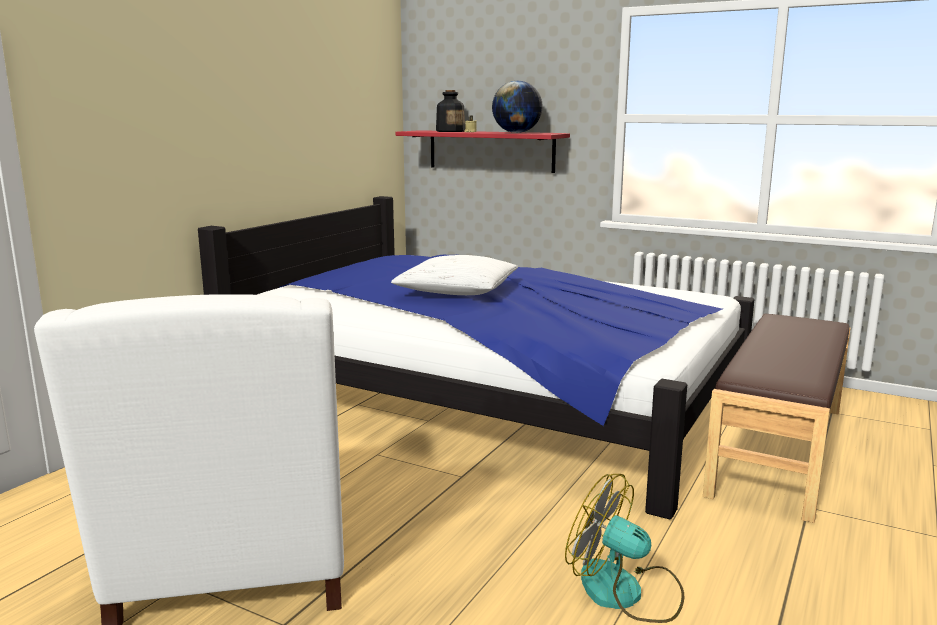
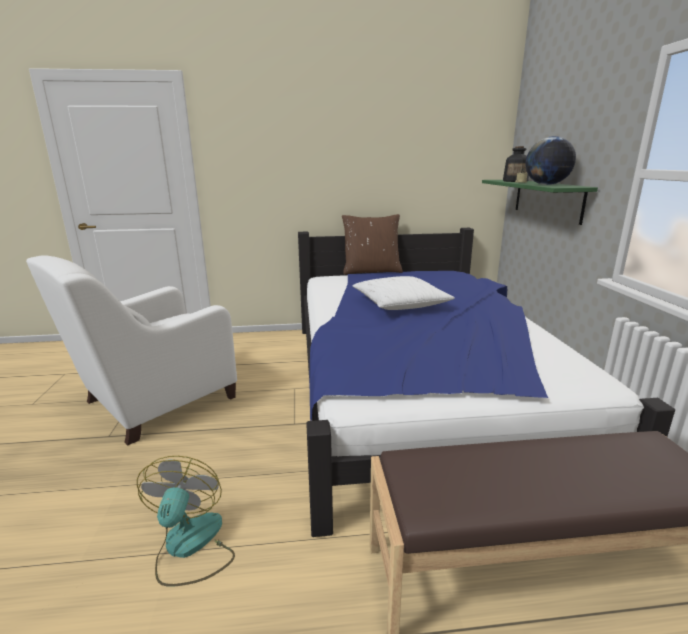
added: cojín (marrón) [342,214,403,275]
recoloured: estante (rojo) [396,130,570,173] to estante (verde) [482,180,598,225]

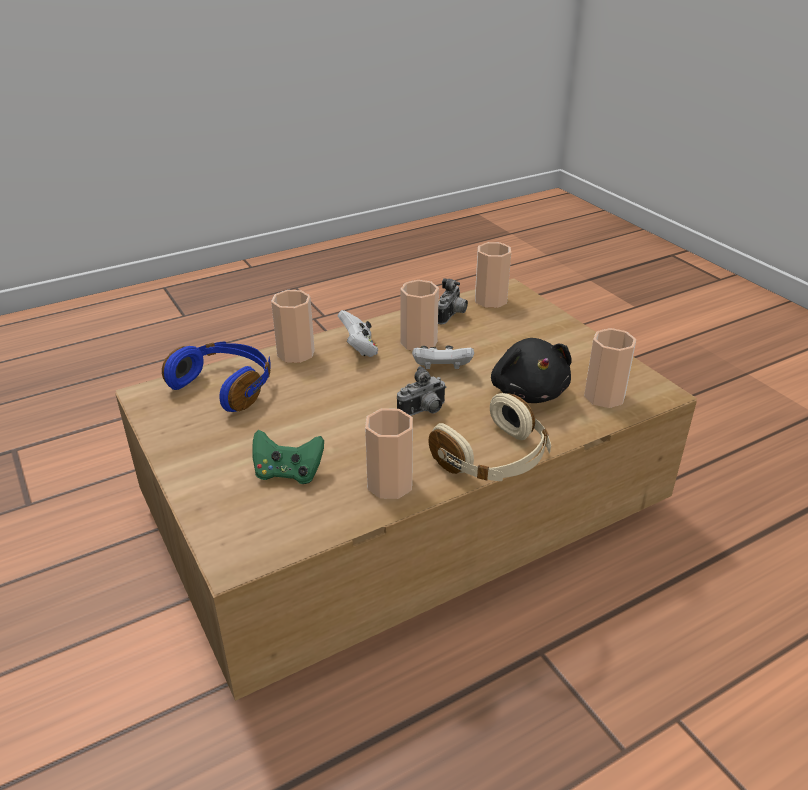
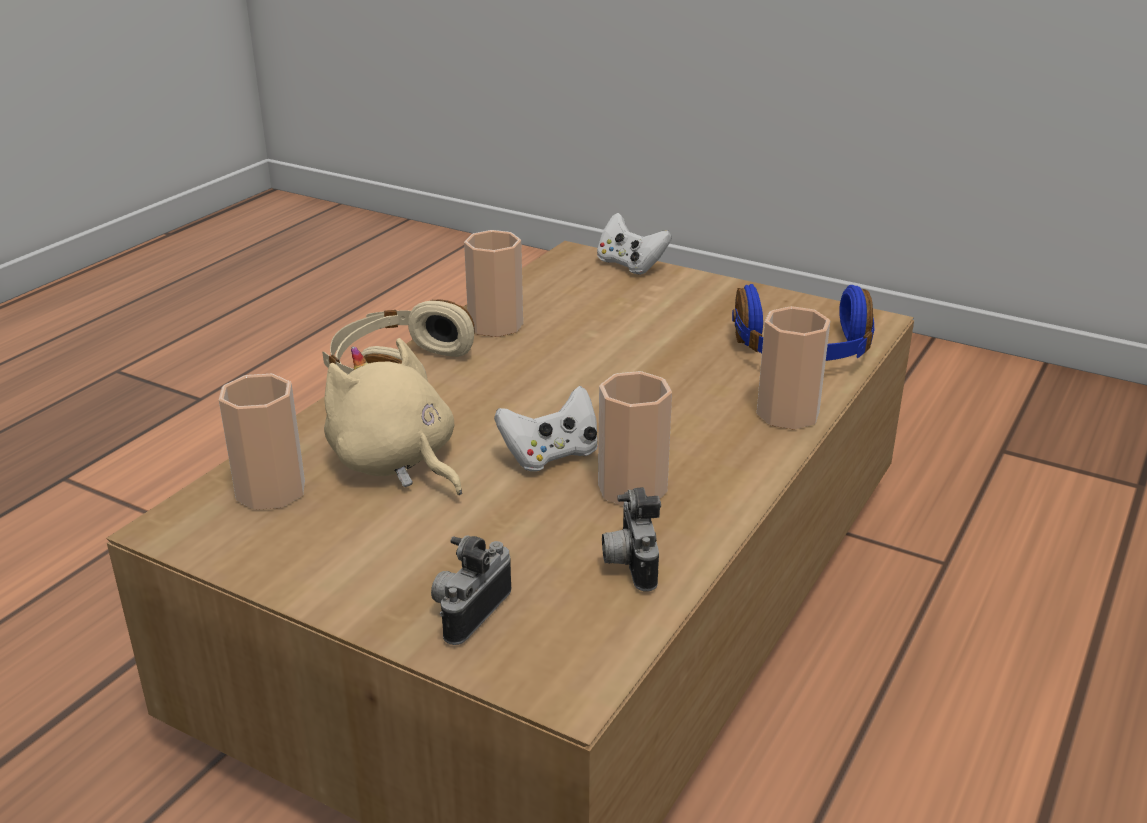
removed: mando de consola (verde) [252,430,324,484]; taza [475,242,511,308]
moved: mando de consola (blanco) [338,310,378,357] to [597,213,672,275]; cámara [397,366,447,416] to [431,535,511,645]
recoloured: peluche (negro) [491,338,572,403] to peluche (beis) [324,338,462,495]

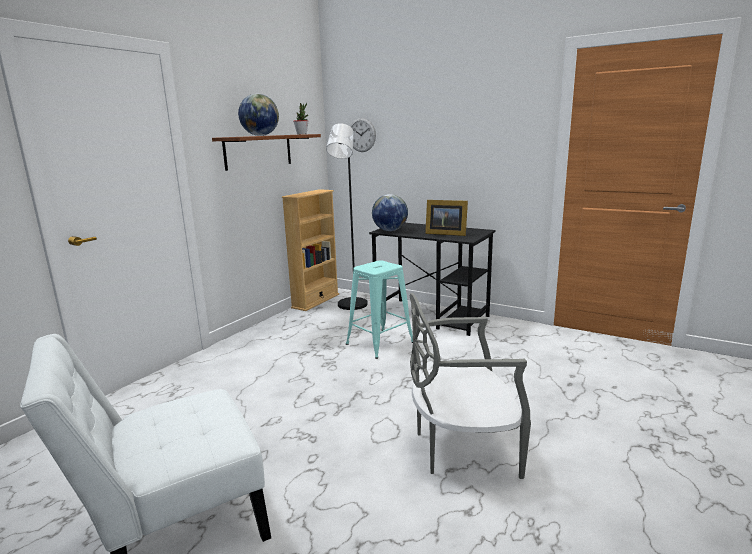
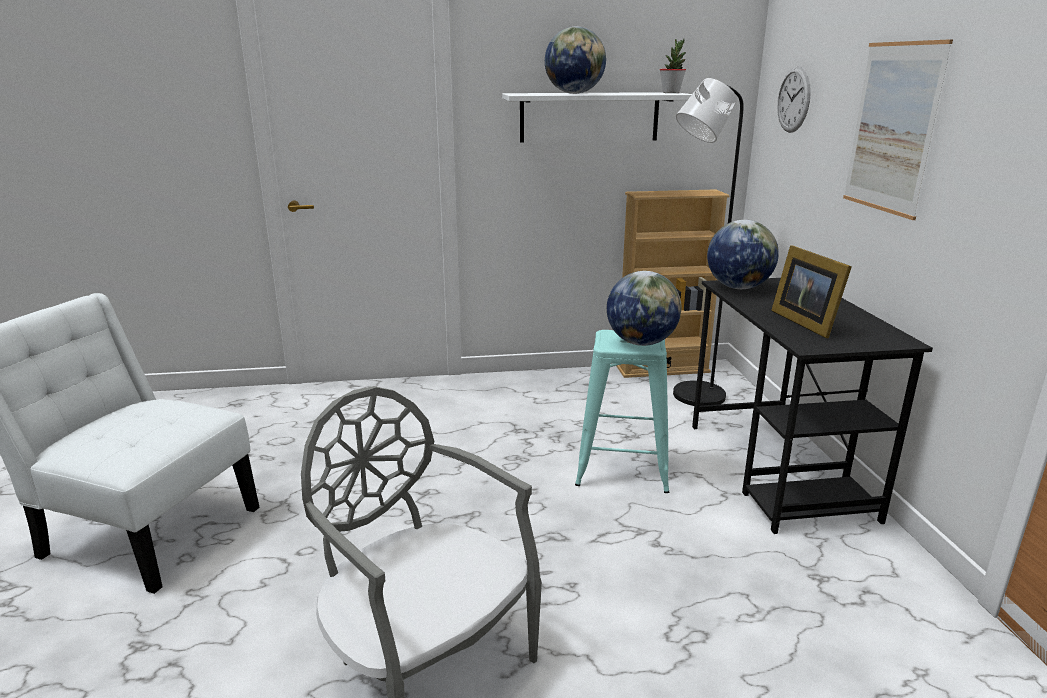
added: globo terráqueo [607,271,681,346]; cuadro [843,39,953,220]
recoloured: estante (marrón) [212,134,321,171] to estante (blanco) [502,92,692,142]

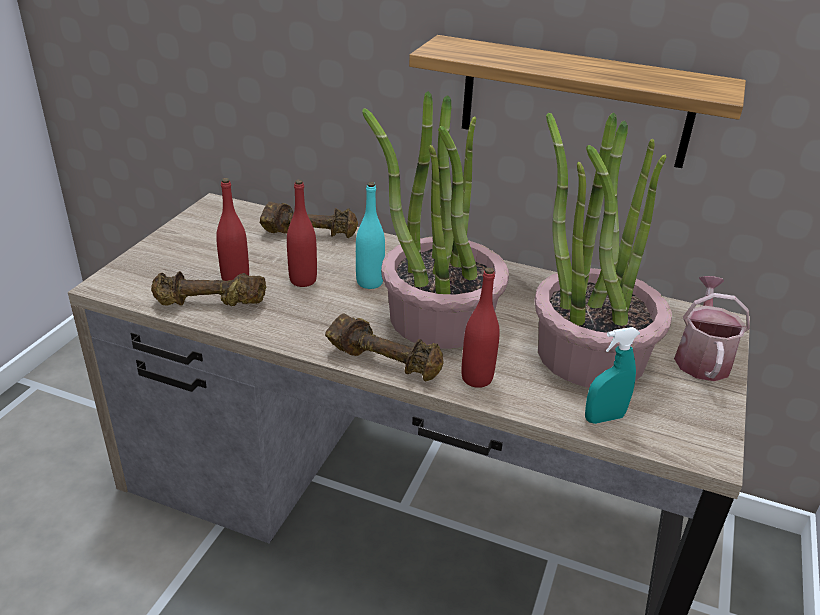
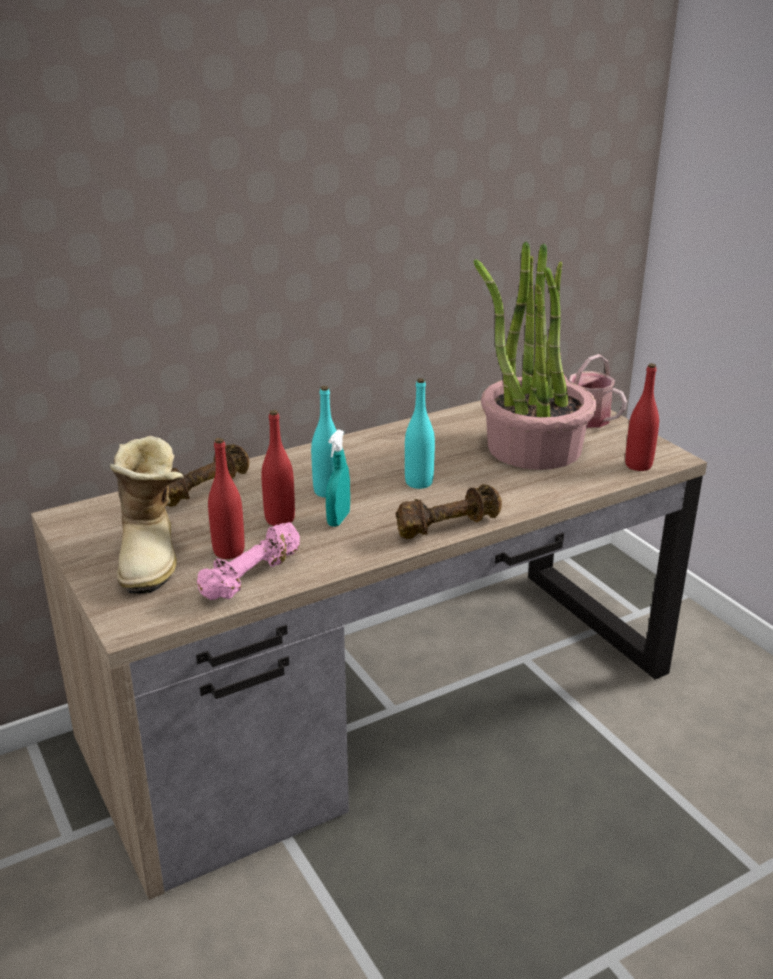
removed: estante [409,35,746,168]
added: bota [110,436,183,594]
moved: botella (rojo) [461,267,500,388] to [625,363,659,471]; pulverizador (turquesa) [585,327,640,424] to [326,429,350,527]
replaced: planta en maceta [362,91,509,349] to botella (turquesa) [405,378,435,489]
recoloured: mancuerna (marrón) [151,271,266,306] to mancuerna (rosa) [197,522,300,600]

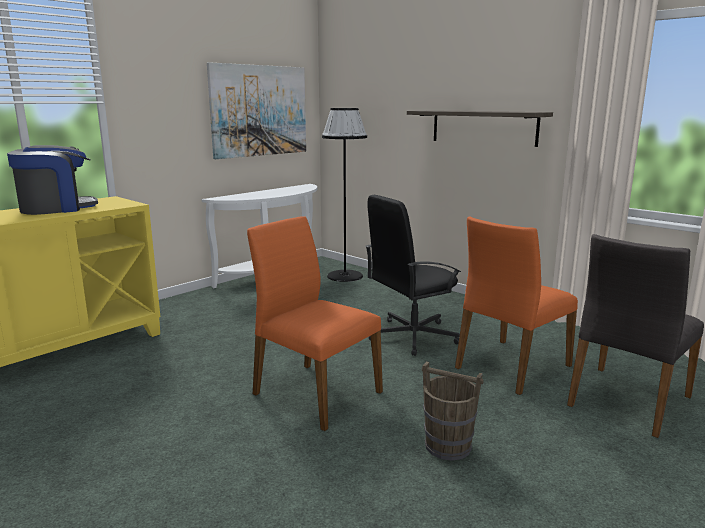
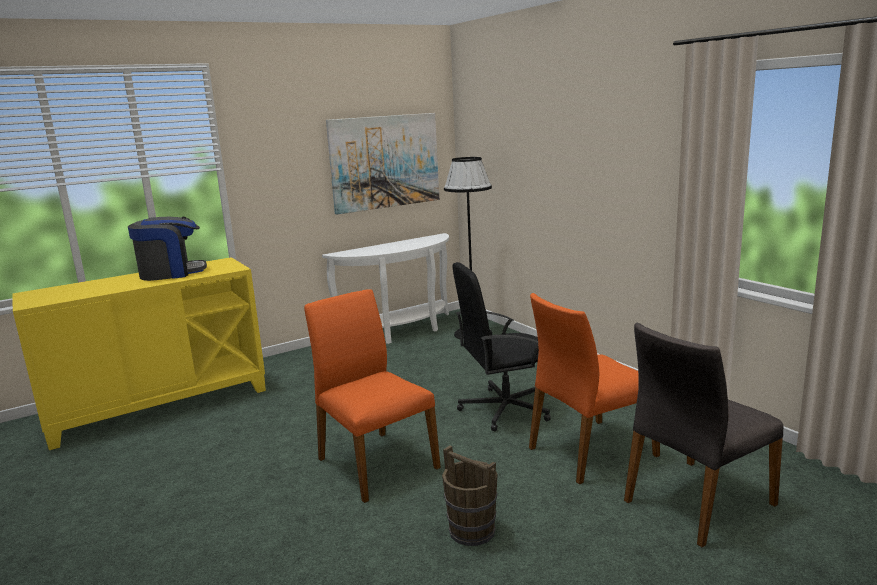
removed: estante [407,110,553,147]

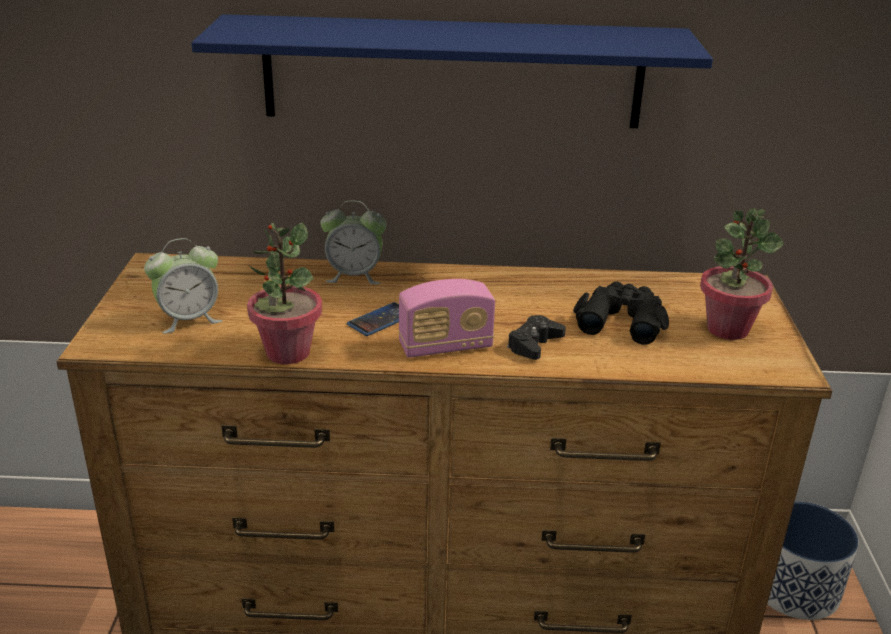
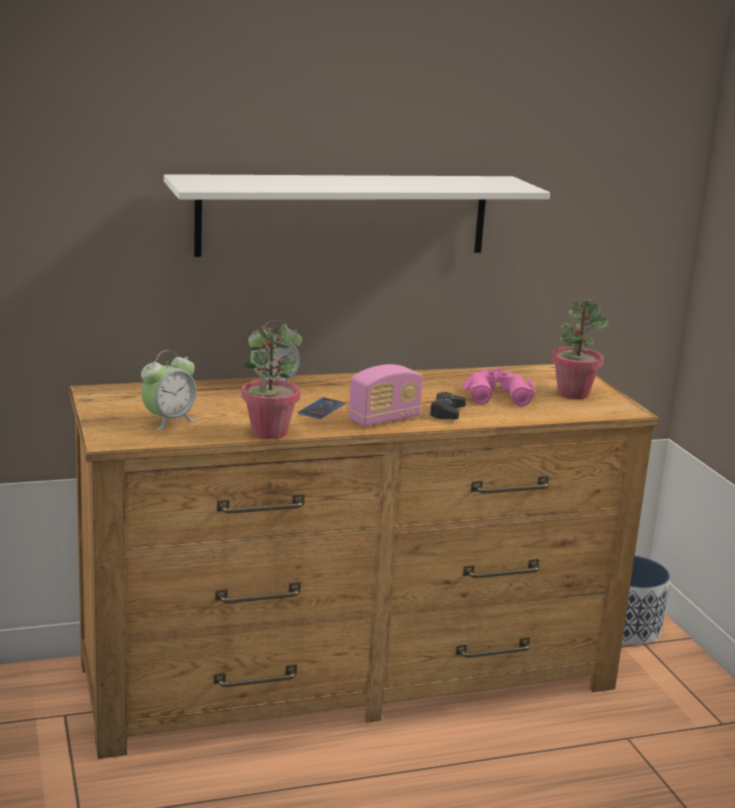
recoloured: estante (azul) [191,14,713,128] to estante (blanco) [164,174,550,257]; prismáticos (negro) [573,282,669,345] to prismáticos (rosa) [463,368,536,406]

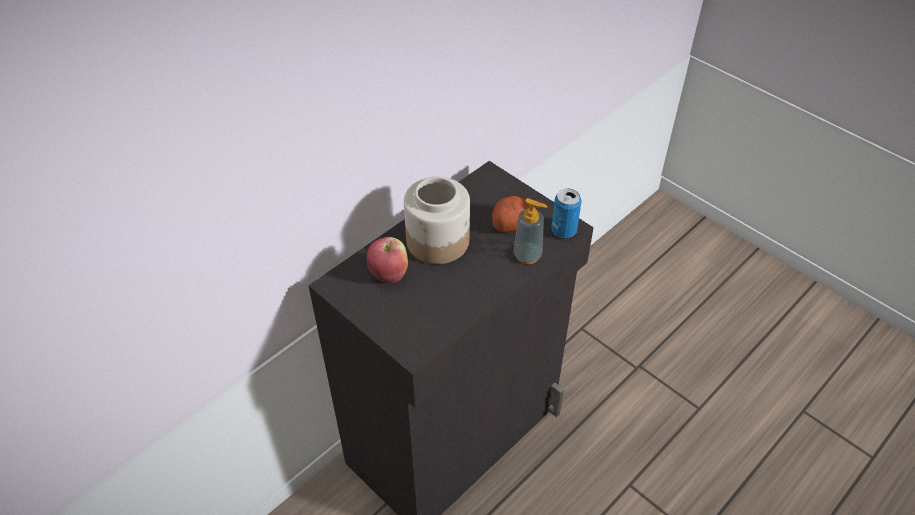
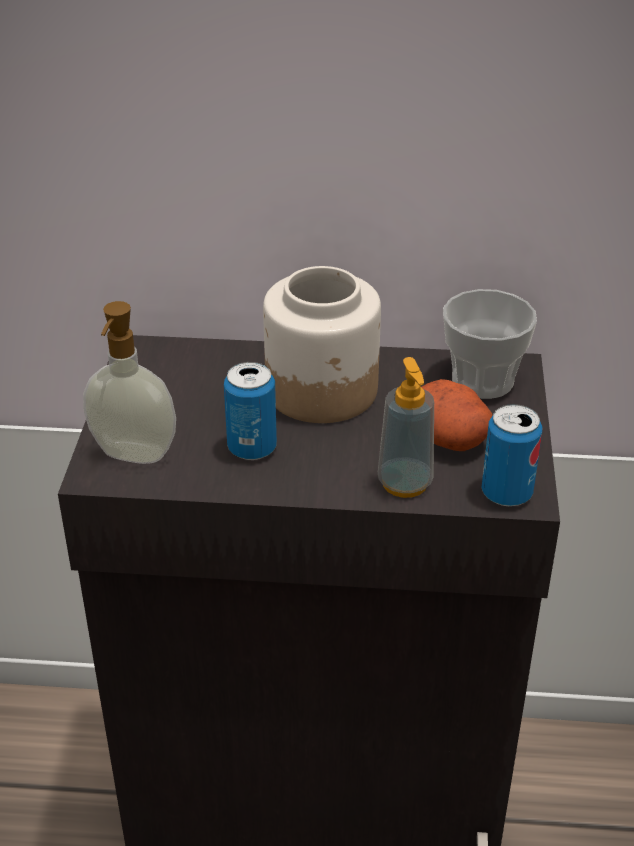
removed: manzana [367,237,408,283]
added: dispensador de jabón [83,301,176,464]; lata [224,362,277,460]; taza [443,289,537,399]

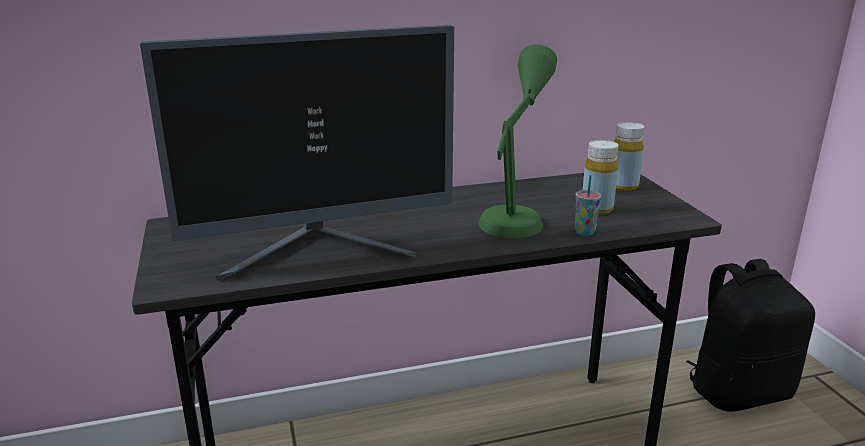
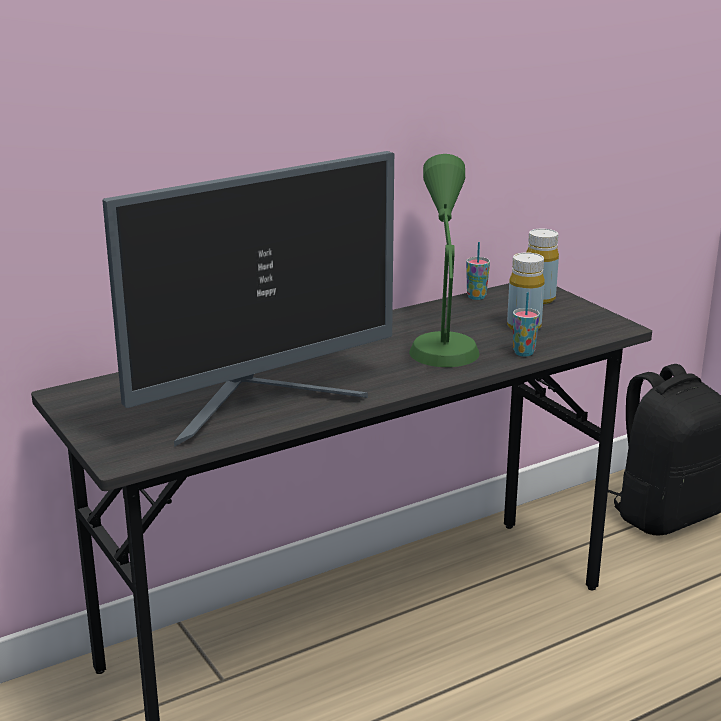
added: taza [466,242,490,300]

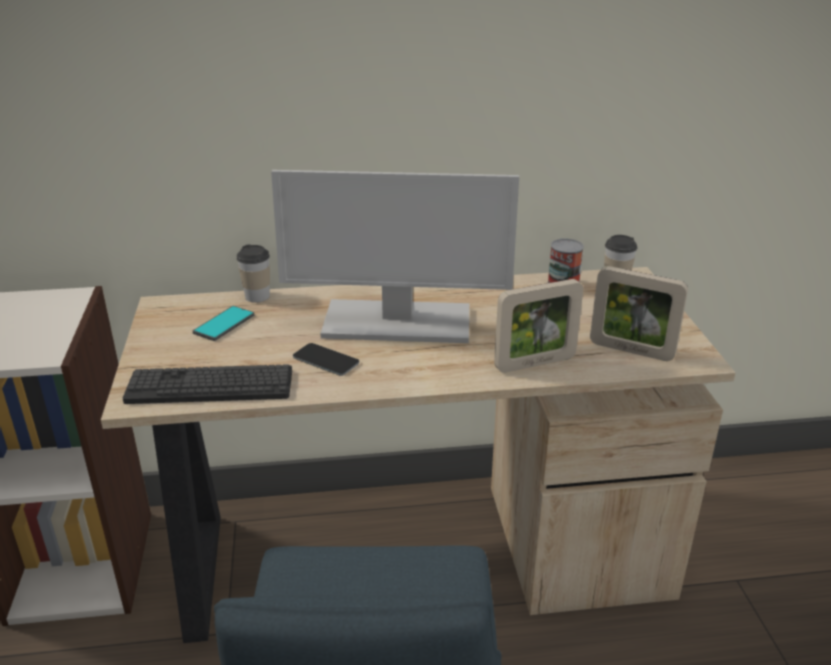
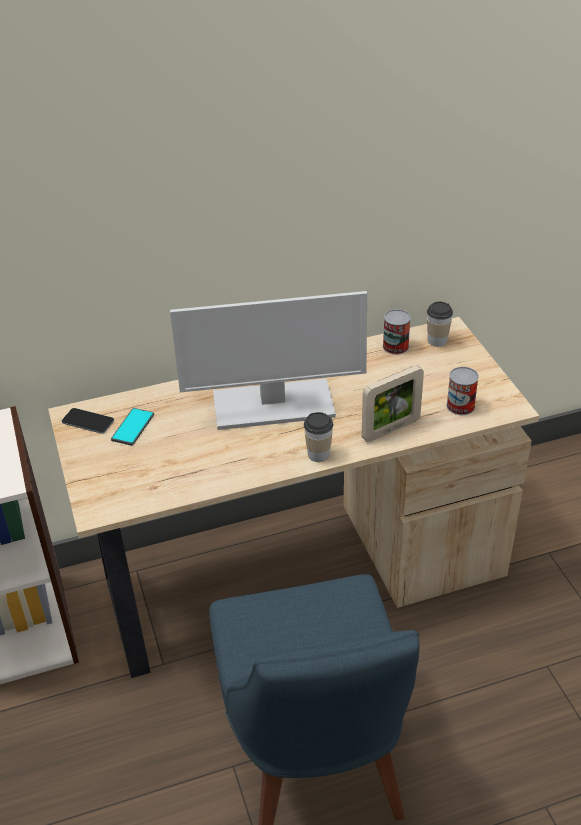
removed: teclado [123,364,292,404]
moved: taza [237,244,270,303] to [304,412,333,462]; móvil [293,343,359,376] to [62,408,114,434]
replaced: portarretratos [590,266,688,361] to lata [446,367,479,415]

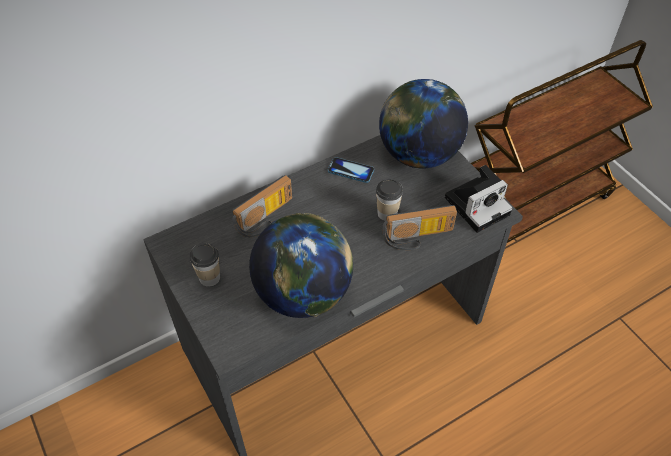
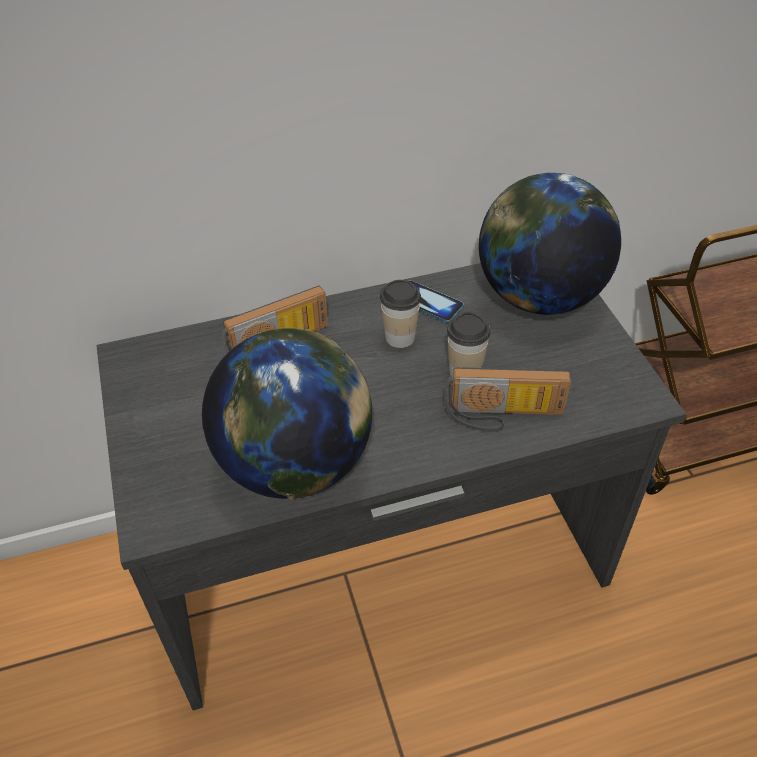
removed: cámara [445,165,513,233]
moved: taza [190,243,220,287] to [380,280,421,348]

